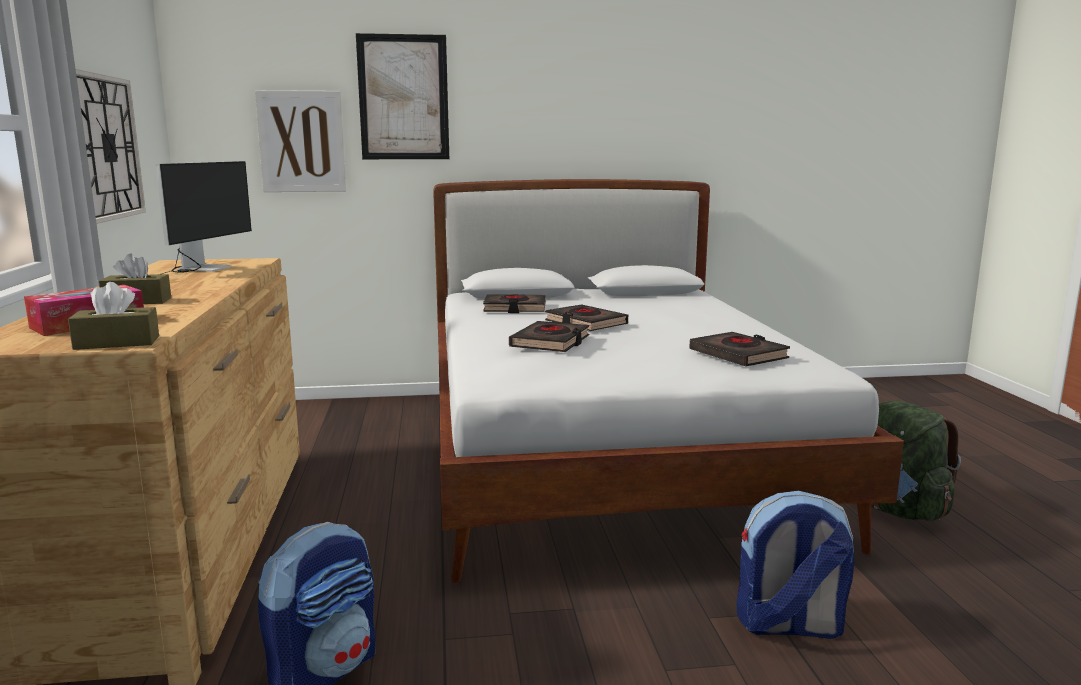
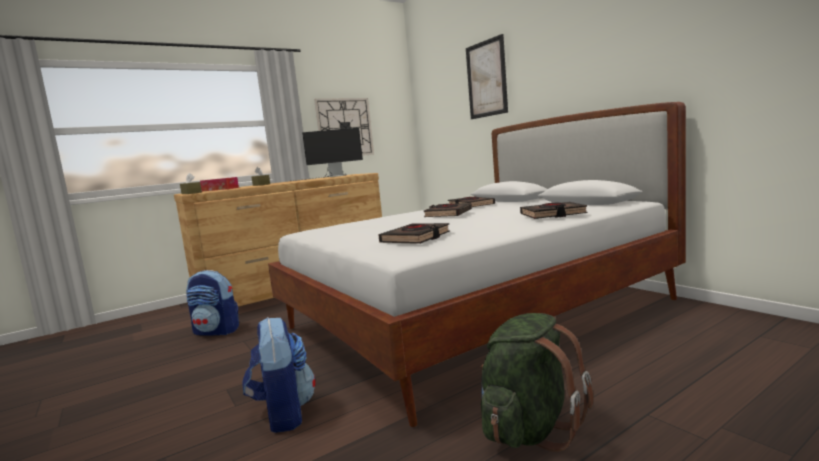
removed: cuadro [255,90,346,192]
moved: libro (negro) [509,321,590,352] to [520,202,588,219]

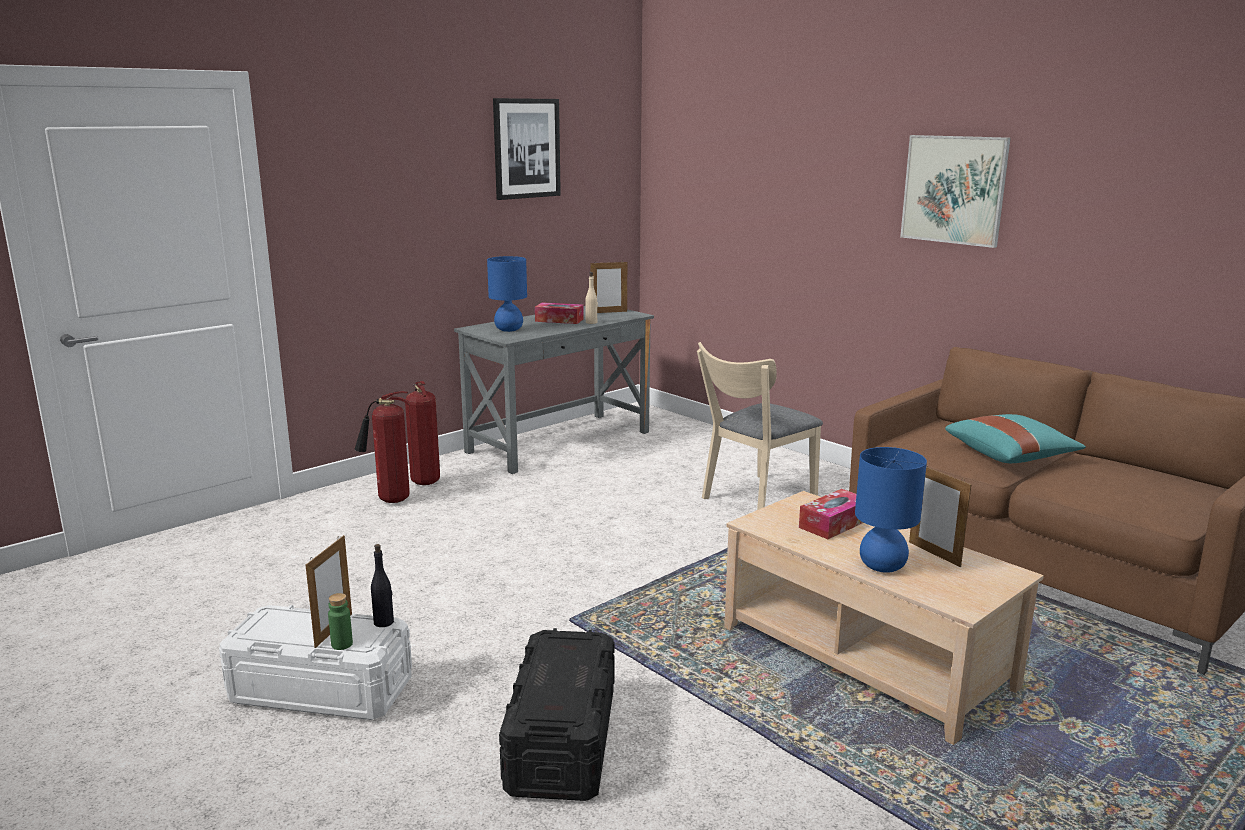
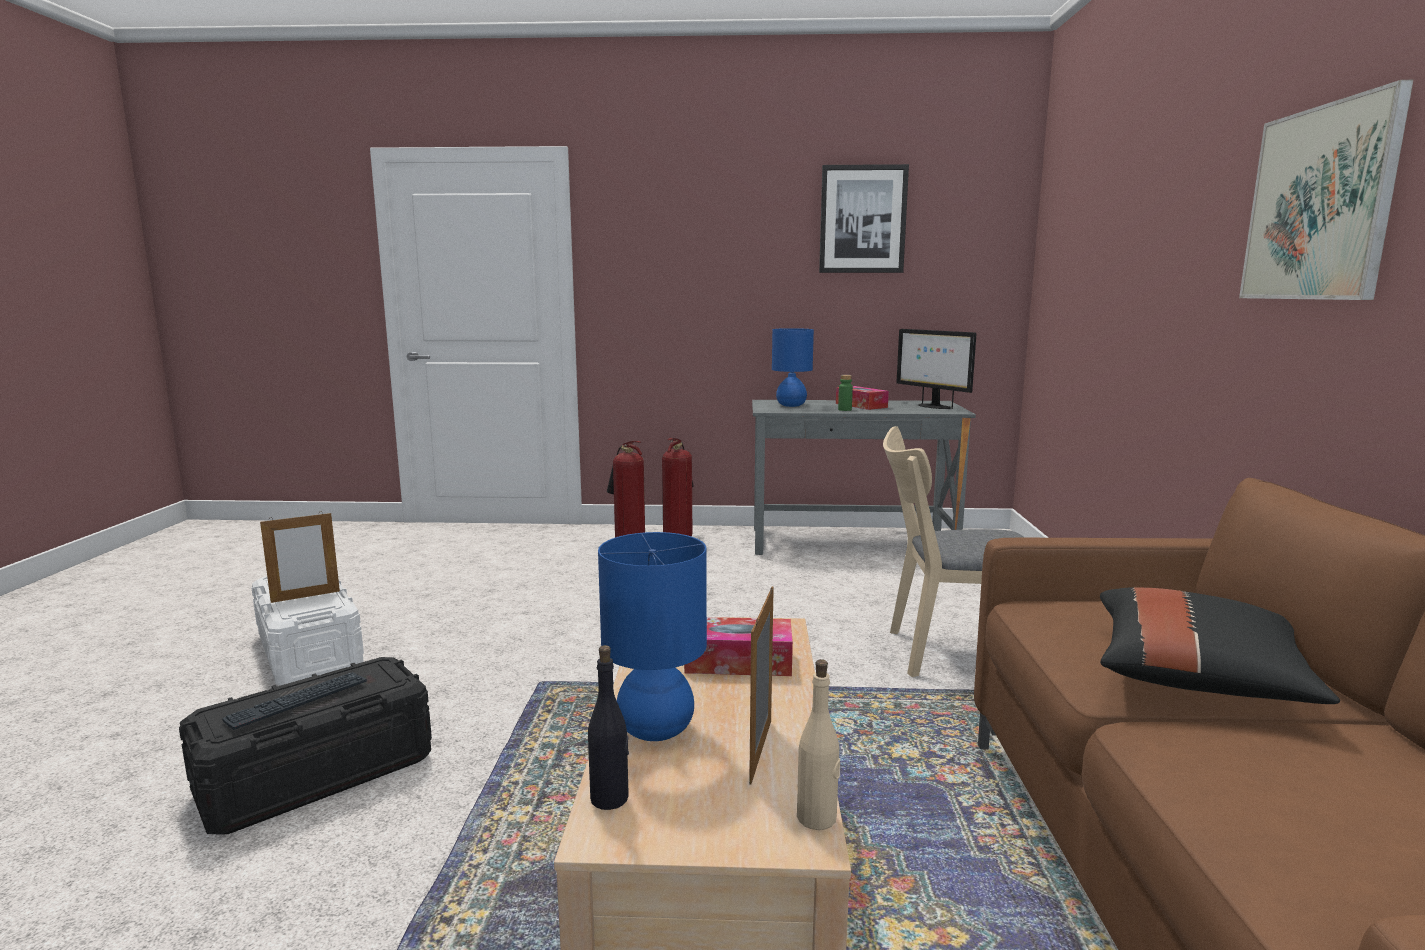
added: teclado [222,672,367,730]
moved: botella (verde) [328,593,353,650] to [838,375,853,411]; botella (negro) [371,544,394,627] to [588,645,629,810]; botella (beis) [585,272,598,324] to [797,659,840,830]
replaced: portarretratos [590,260,627,313] to monitor [896,329,976,409]
recoloured: cojín (turquesa) [945,414,1086,463] to cojín (negro) [1100,587,1340,704]

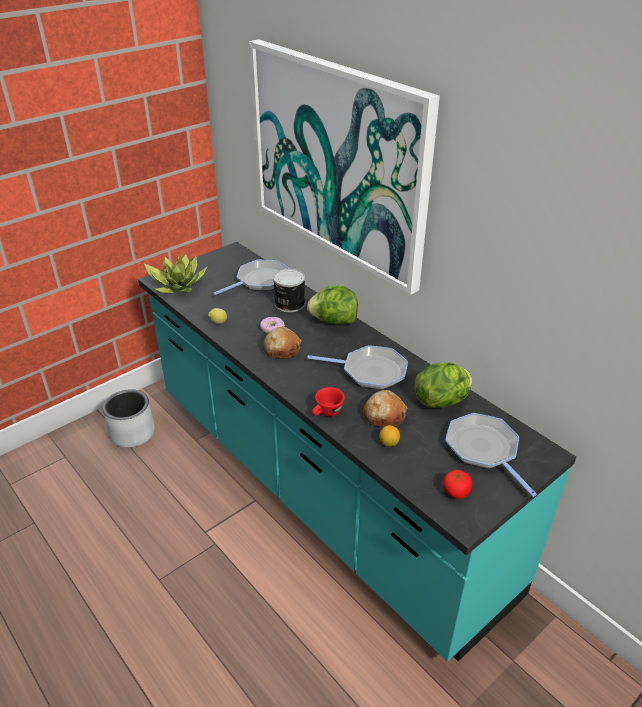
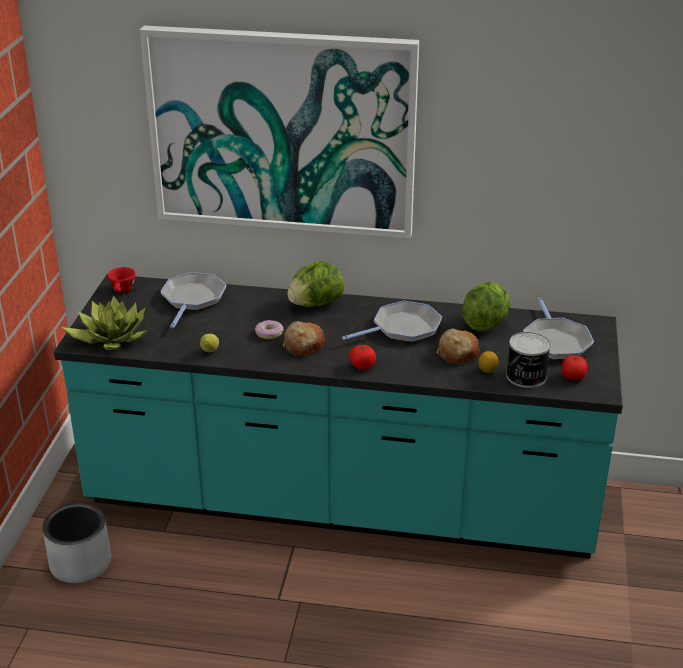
added: tomate [349,345,376,370]
moved: lata [273,269,305,312] to [506,332,551,388]; taza (rojo) [312,387,345,416] to [108,267,135,292]
turned: sartén [446,413,537,497] = [523,297,594,360] 120 degrees counterclockwise

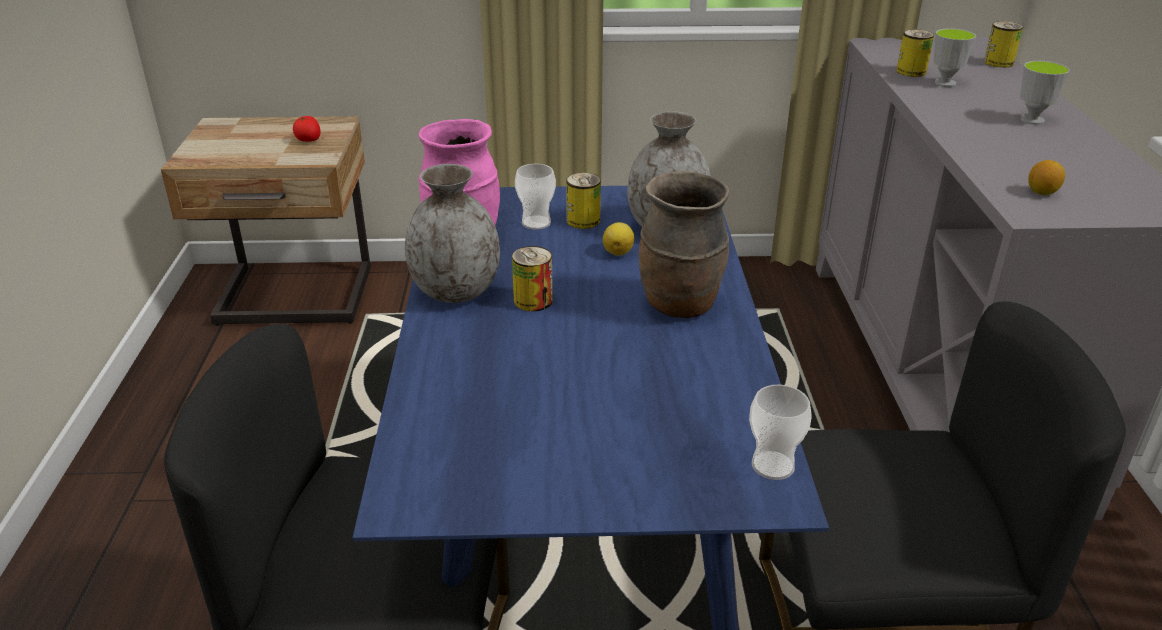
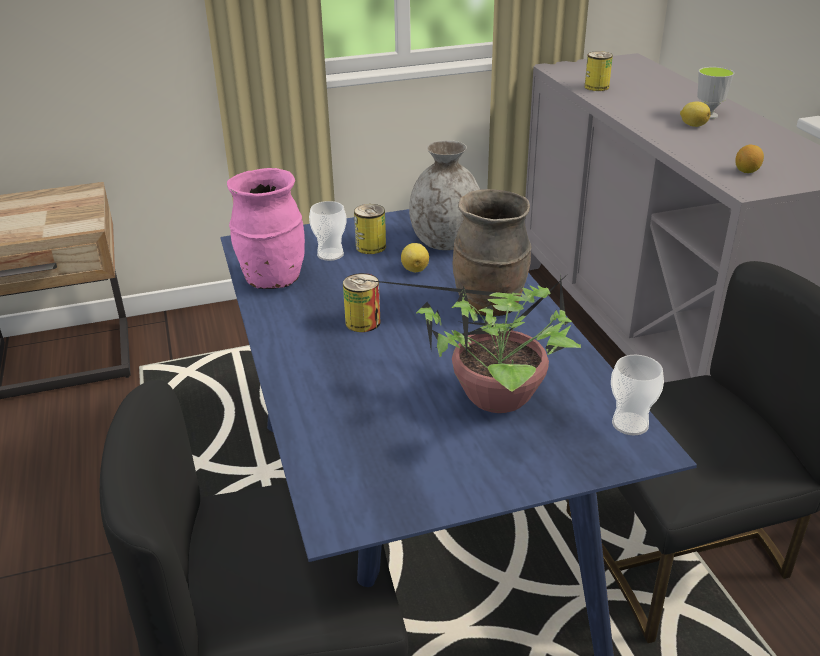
removed: tomate [293,116,320,142]; florero (gris) [405,164,500,303]; taza [933,28,976,87]; lata [984,21,1023,68]
added: planta en maceta [348,272,581,413]; limón [680,101,711,127]

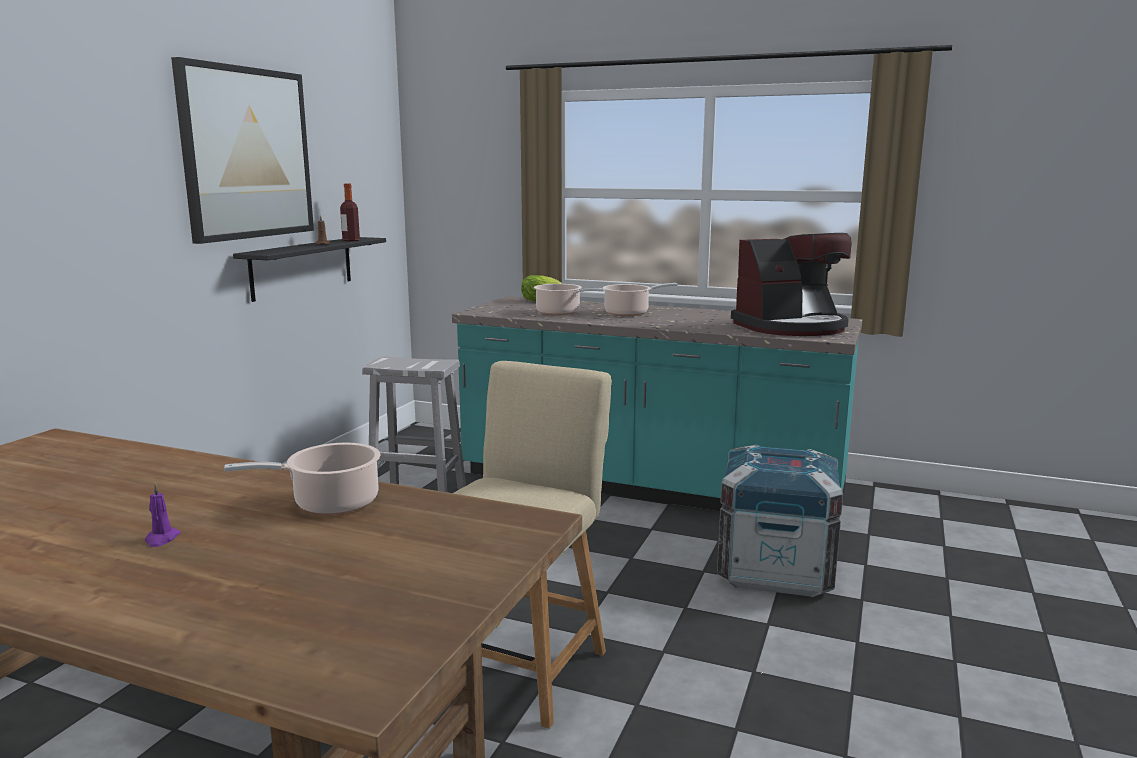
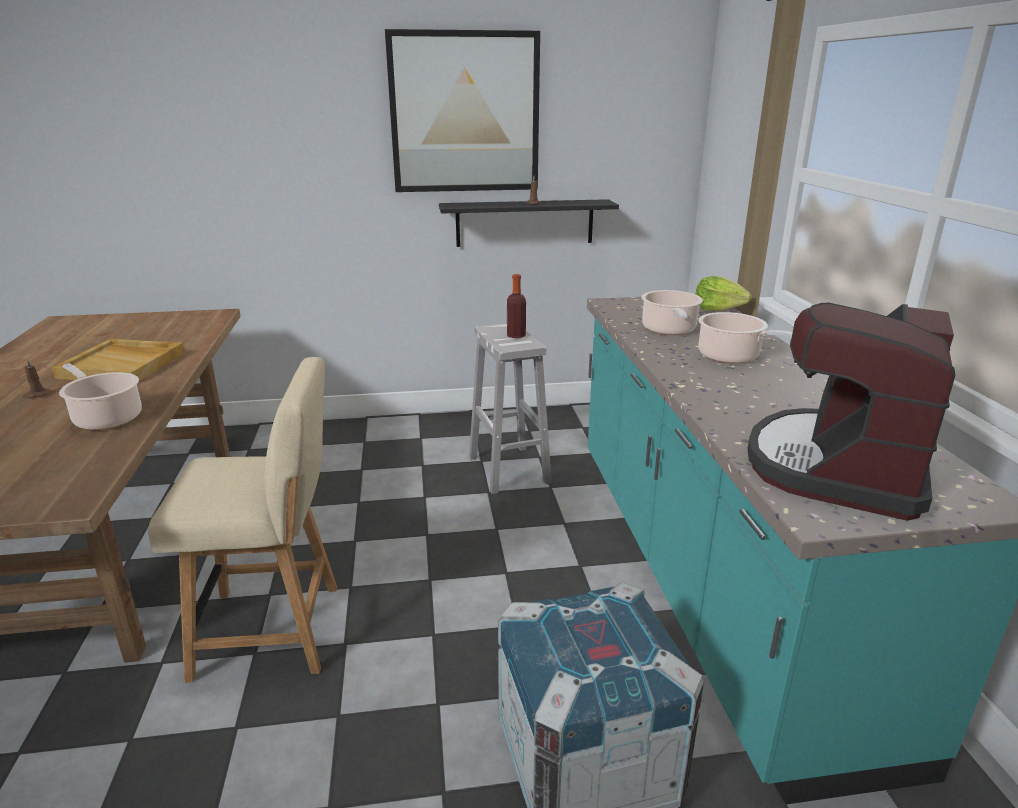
added: bandeja (beis) [52,339,185,381]
moved: botella [340,184,360,241] to [507,274,526,338]
recoloured: vela (morado) [145,483,181,547] to vela (marrón) [23,359,50,399]
turned: cafetera [731,233,852,336] = [747,302,956,521] 75 degrees clockwise

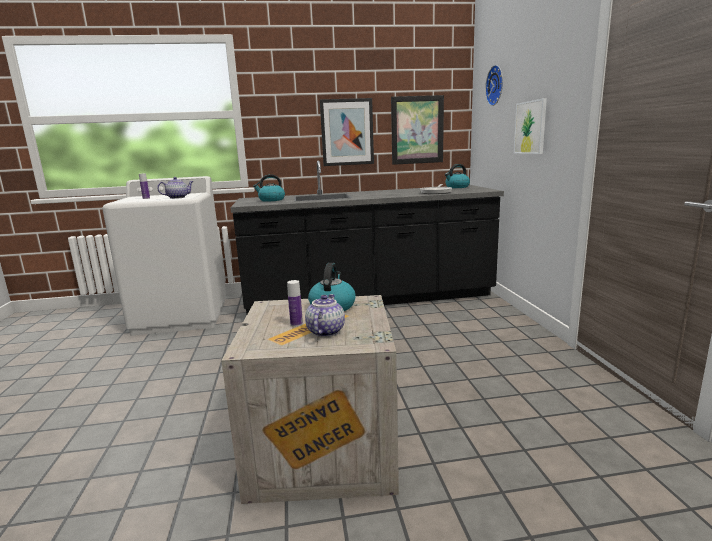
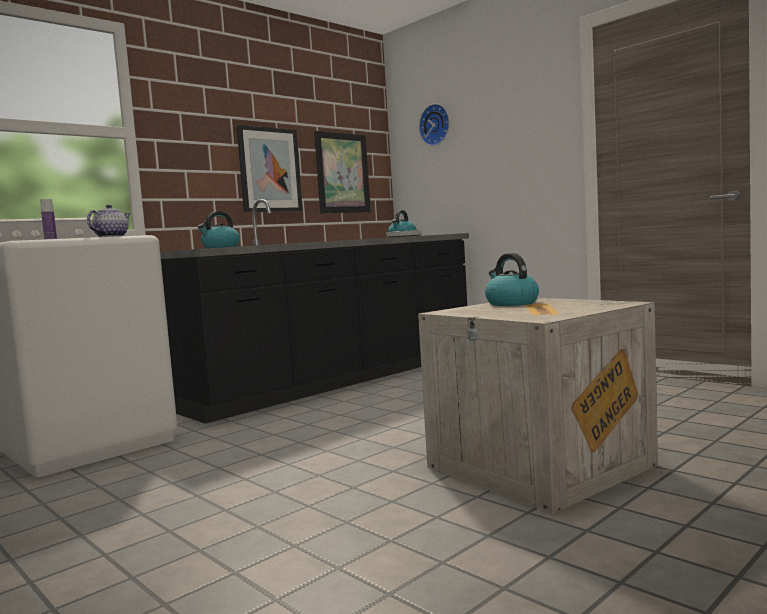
removed: botella [287,280,303,327]; tetera [305,294,345,337]; cuadro [514,98,547,154]

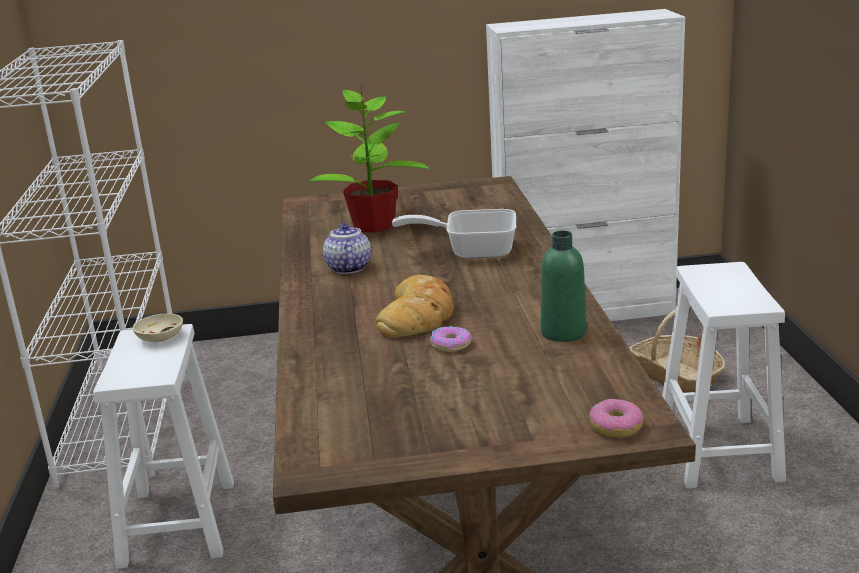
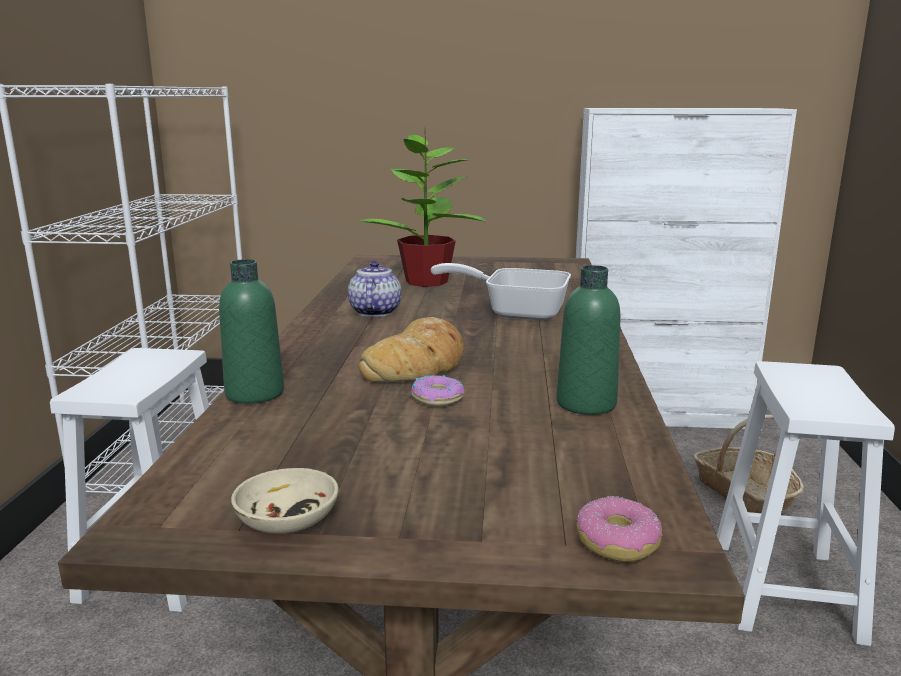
added: botella (verde) [219,259,284,404]
moved: cuenco (beis) [133,313,183,342] to [231,468,338,534]

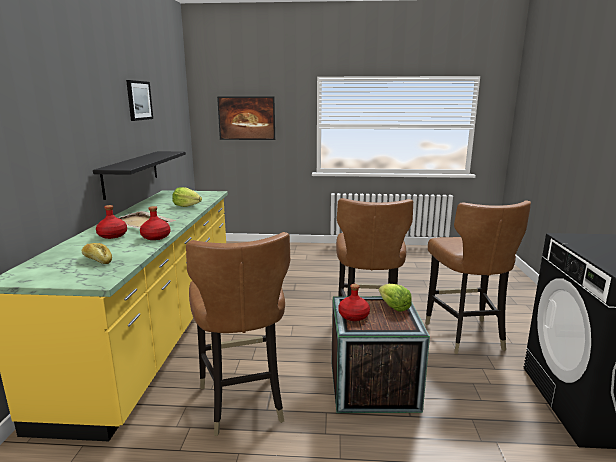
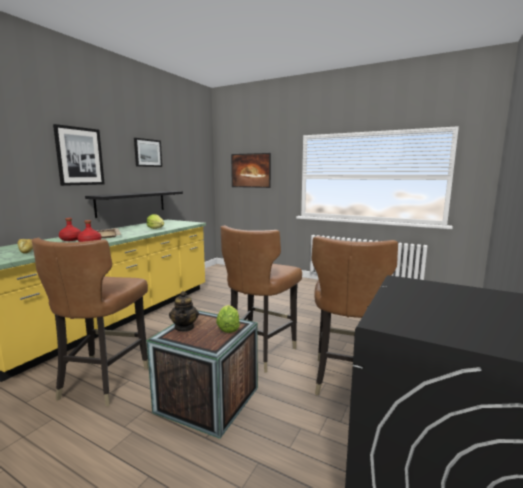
added: cuadro [53,124,105,186]
replaced: botella (rojo) [338,284,370,321] to tetera [169,291,199,332]

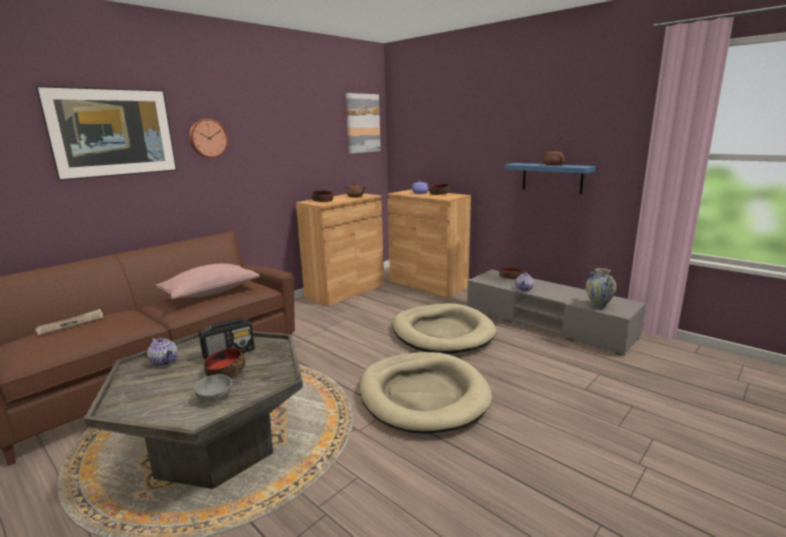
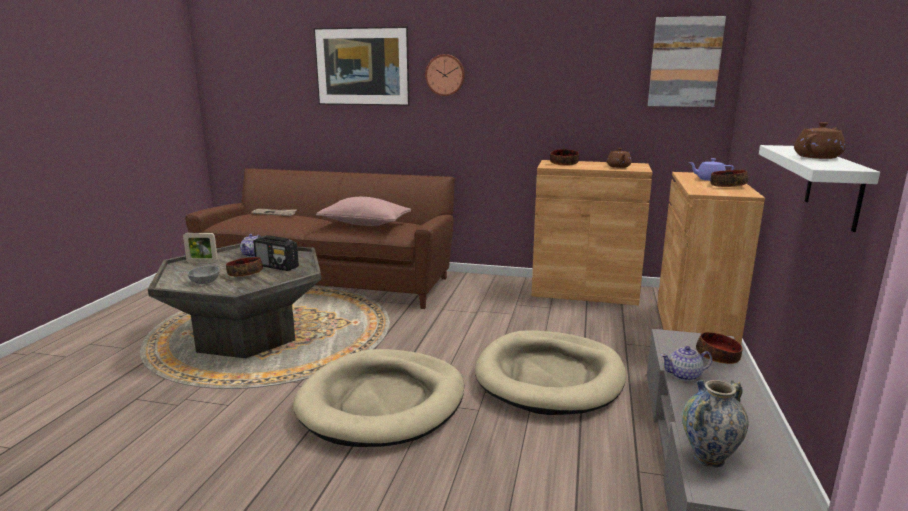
added: portarretratos [183,233,218,263]
recoloured: estante (azul) [504,163,596,194] to estante (blanco) [759,145,880,232]

